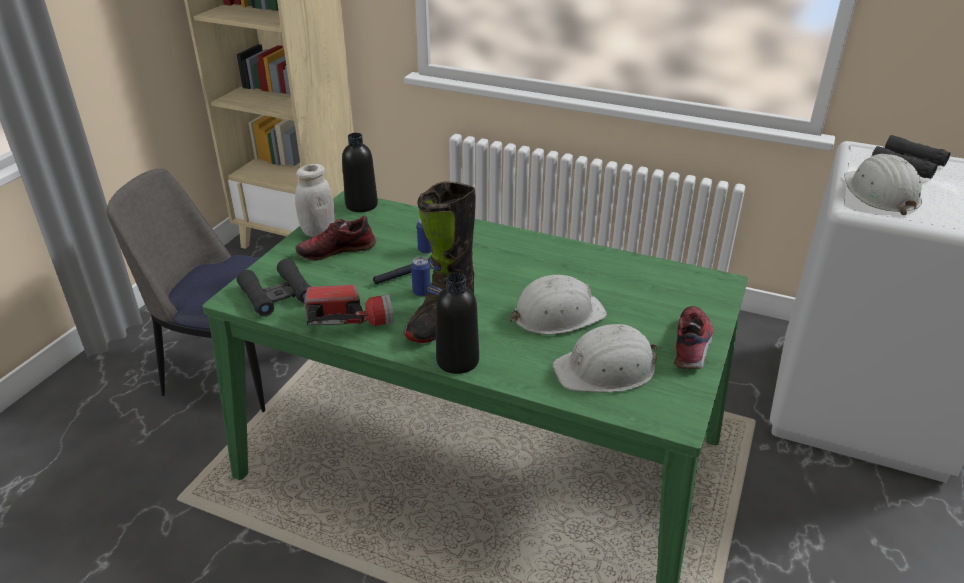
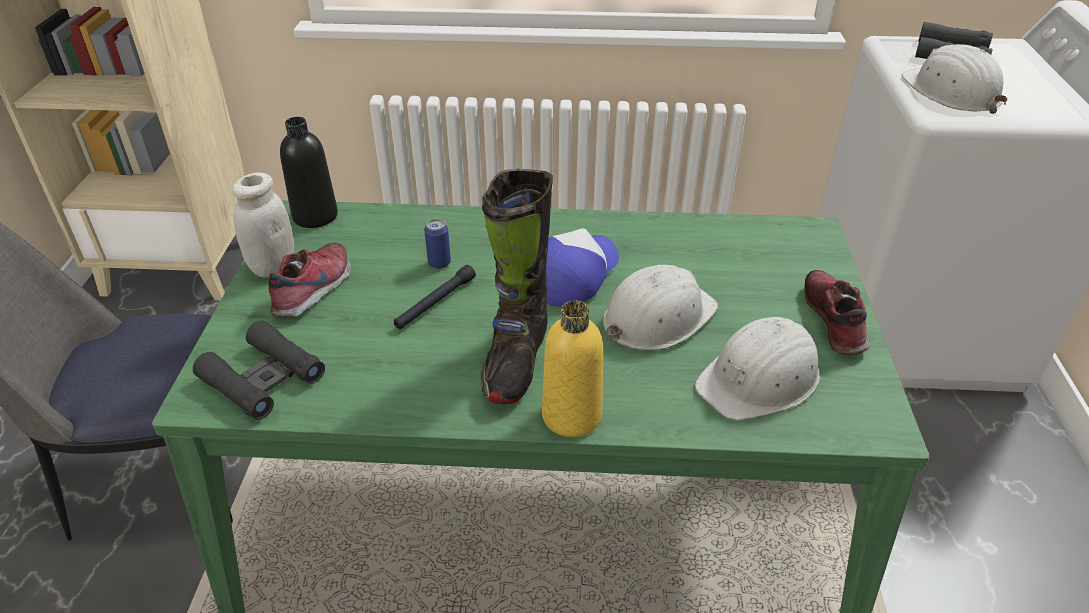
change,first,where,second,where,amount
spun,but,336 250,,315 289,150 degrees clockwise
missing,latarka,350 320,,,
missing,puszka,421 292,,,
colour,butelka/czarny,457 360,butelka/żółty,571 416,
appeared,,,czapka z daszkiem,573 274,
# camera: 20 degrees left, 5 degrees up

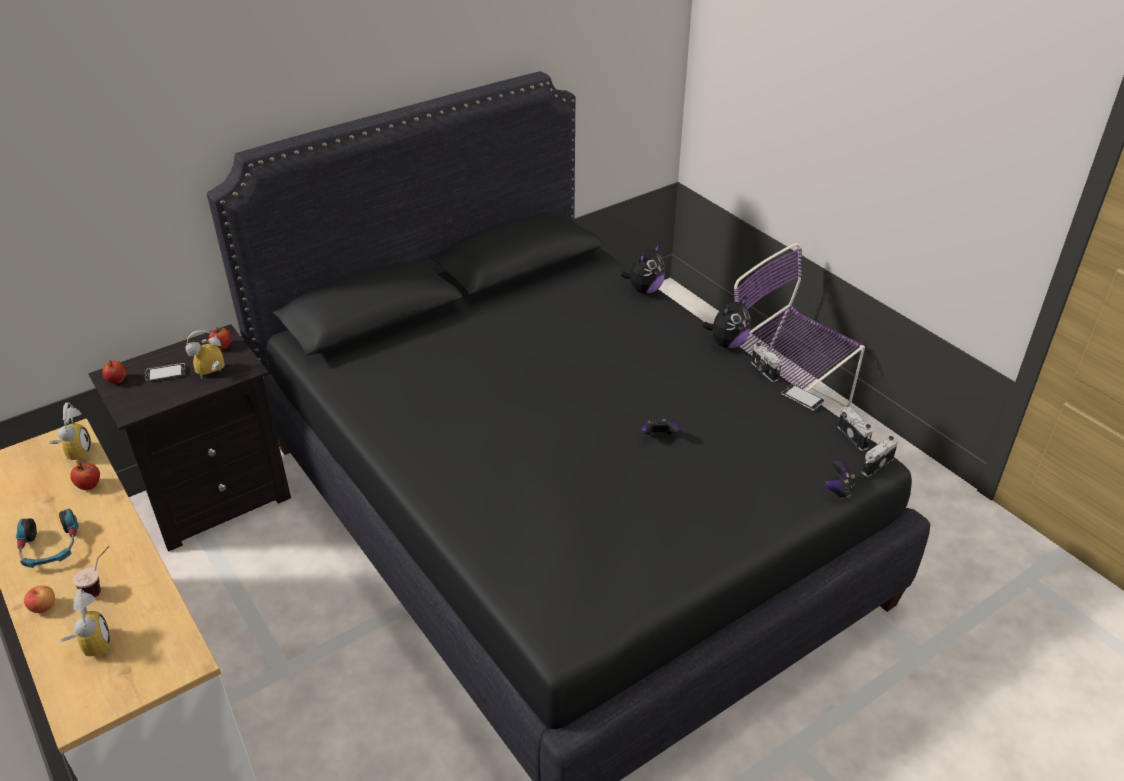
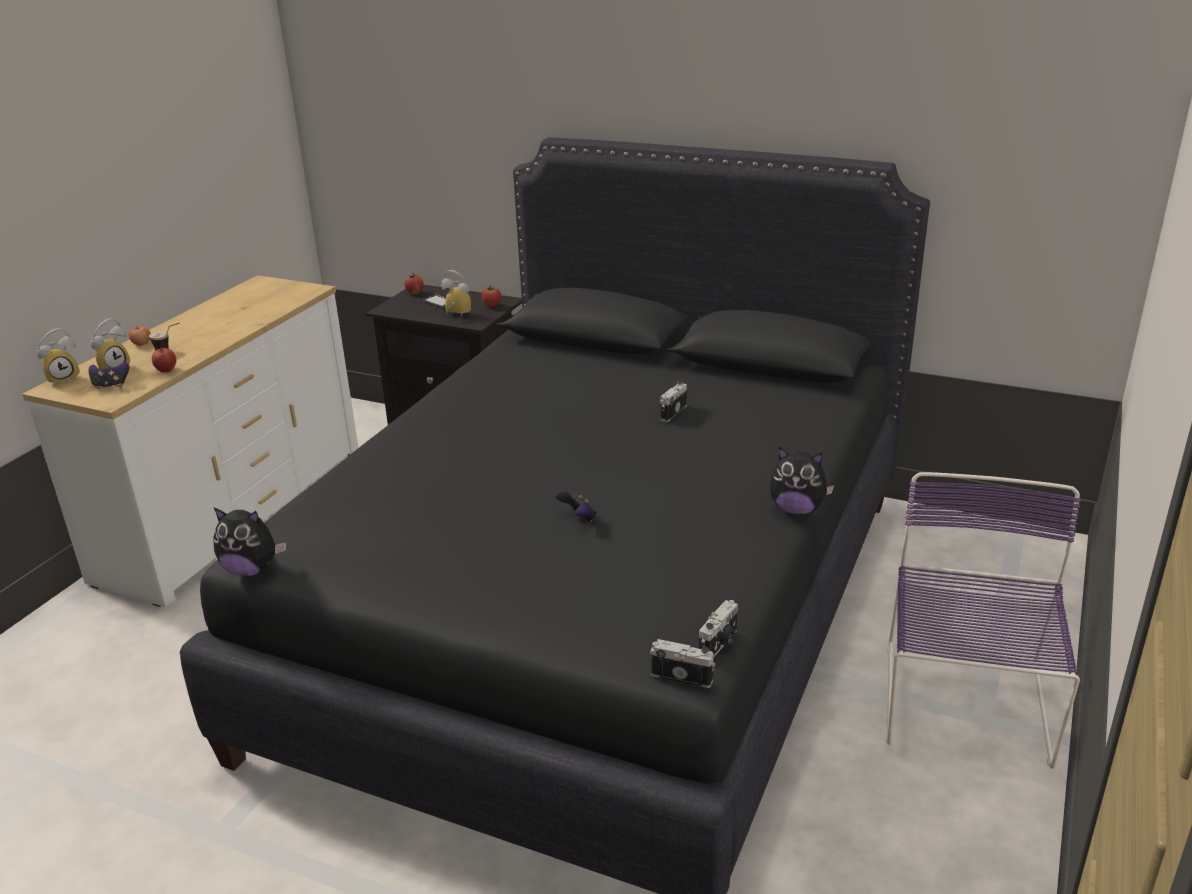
change,first,where,second,where,amount
missing,słuchawki,50 547,,,
relocated,budzik,75 453,,64 378,
relocated,jabłko,89 485,,166 370,
relocated,pluszak,644 290,,252 570,
relocated,aparat fotograficzny,763 371,,672 412,
missing,telefon,802 398,,,
relocated,pad do gier,838 489,,111 386,
# camera: 60 degrees right, 10 degrees down

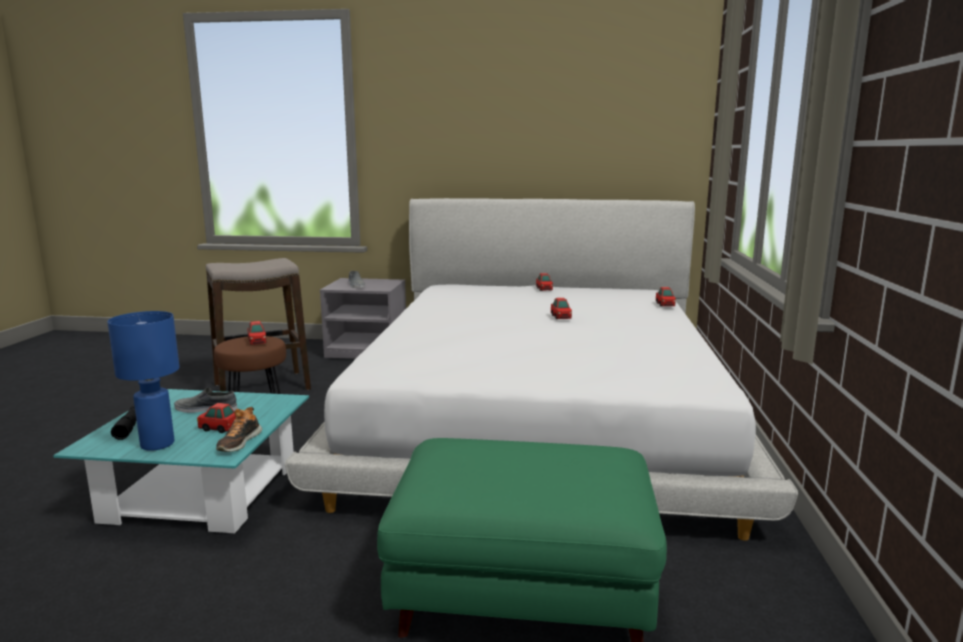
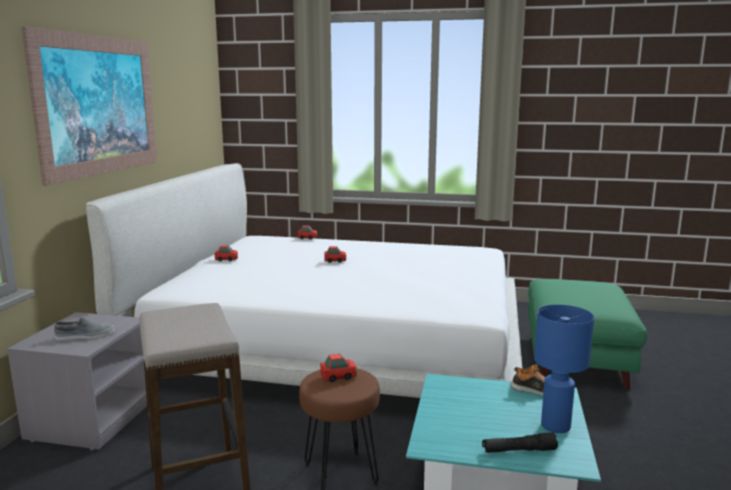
change,first,where,second,where,amount
missing,but/szary,206 409,,,
missing,samochodzik,218 428,,,
appeared,,,obraz,99 105,
# camera: 85 degrees left, 0 degrees up

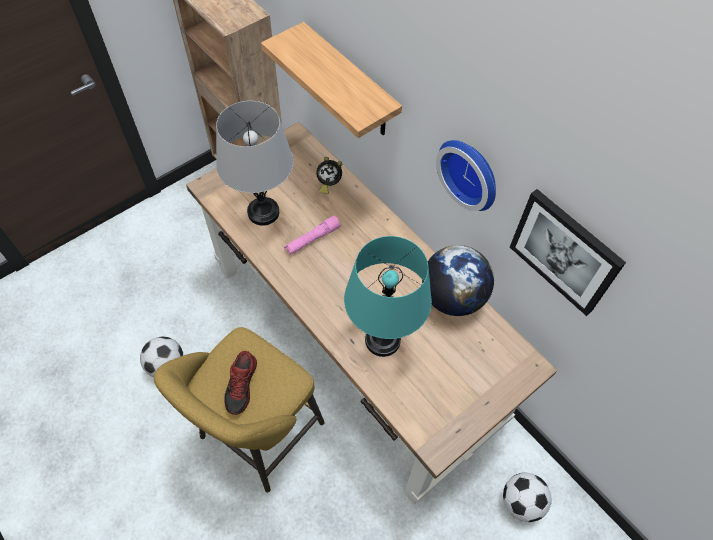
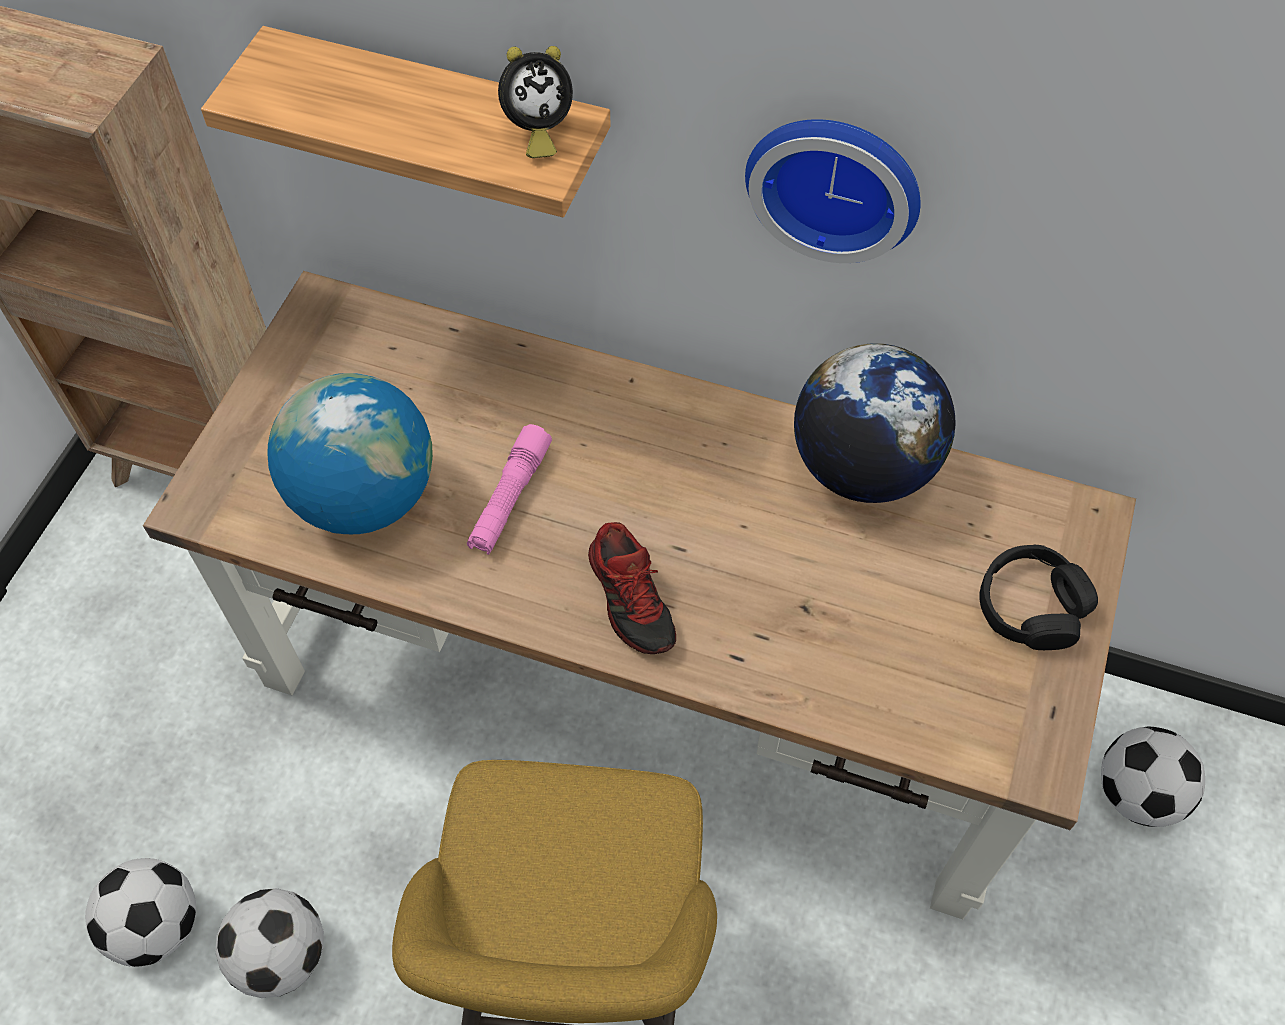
change,first,where,second,where,amount
exchanged,lampa stołowa/szary,263 212,globus,364 496,
relocated,but,242 385,,633 599,
relocated,budzik,328 183,,536 132,
missing,lampa stołowa/turkusowy,382 340,,,
missing,obraz,565 251,,,
appeared,,,piłka futbolowa,157 925,
appeared,,,słuchawki/czarny,1031 607,
# camera: 30 degrees left, 0 degrees up

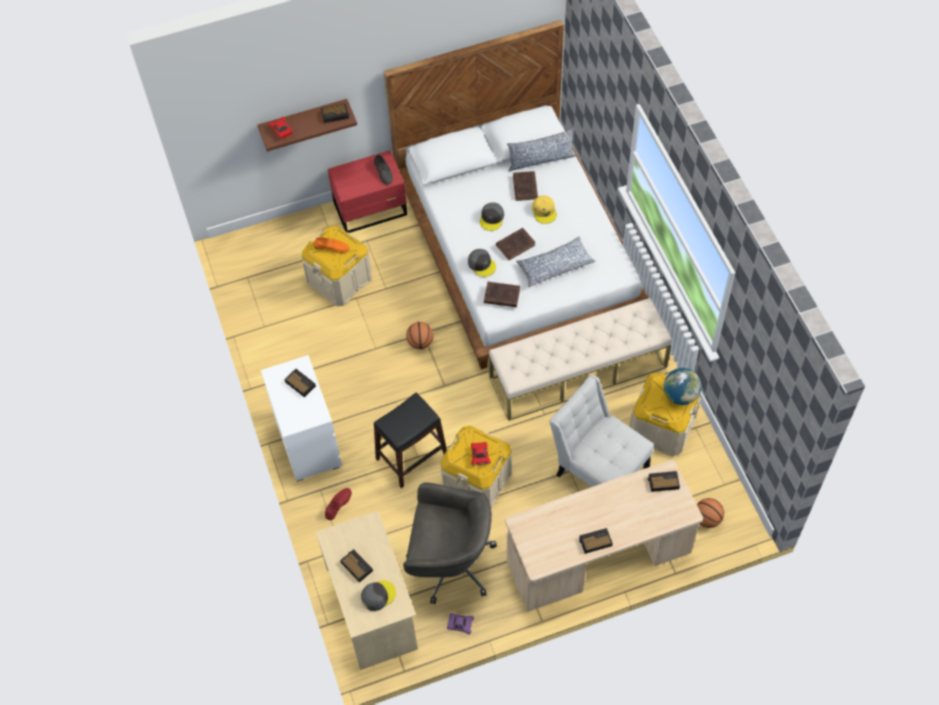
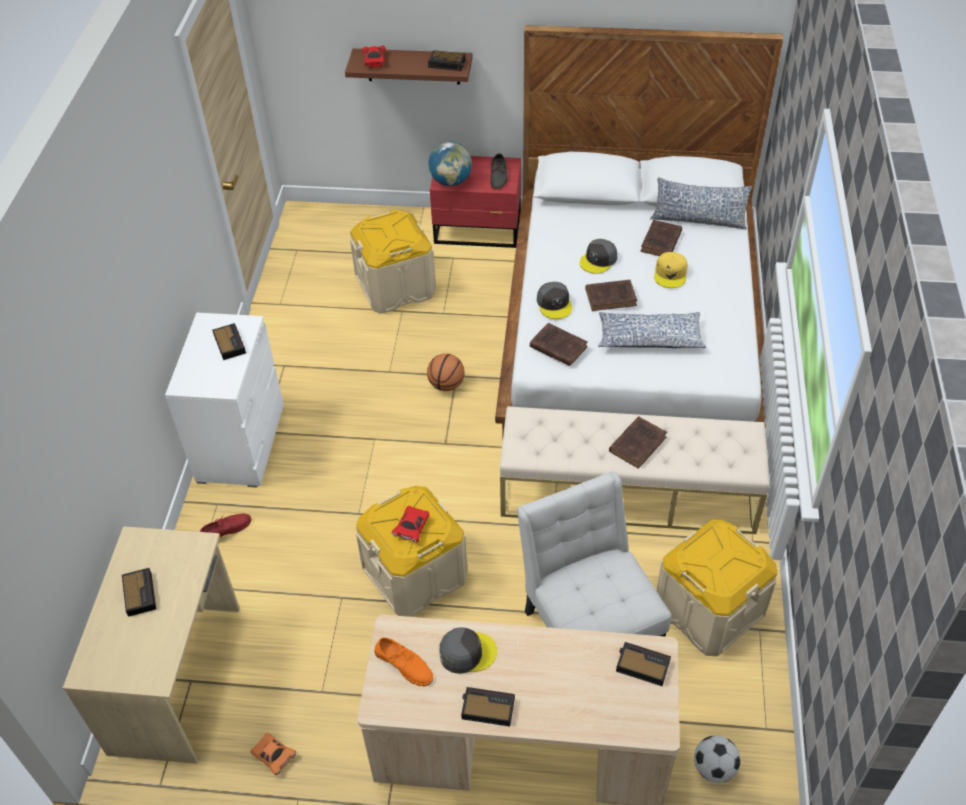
change,first,where,second,where,amount
relocated,but/pomarańczowy,331 247,,404 664,
relocated,czapka z daszkiem/szary,378 595,,467 652,
missing,stołek/czarny,411 456,,,
missing,krzesło biurowe/szary,449 563,,,
colour,samochodzik/fioletowy,460 624,samochodzik/pomarańczowy,274 756,
relocated,globus,680 395,,451 181,
exchanged,piłka do koszykówki,707 519,piłka futbolowa,714 768,
appeared,,,książka/brązowy,638 443,
# camera: 25 degrees right, 10 degrees down

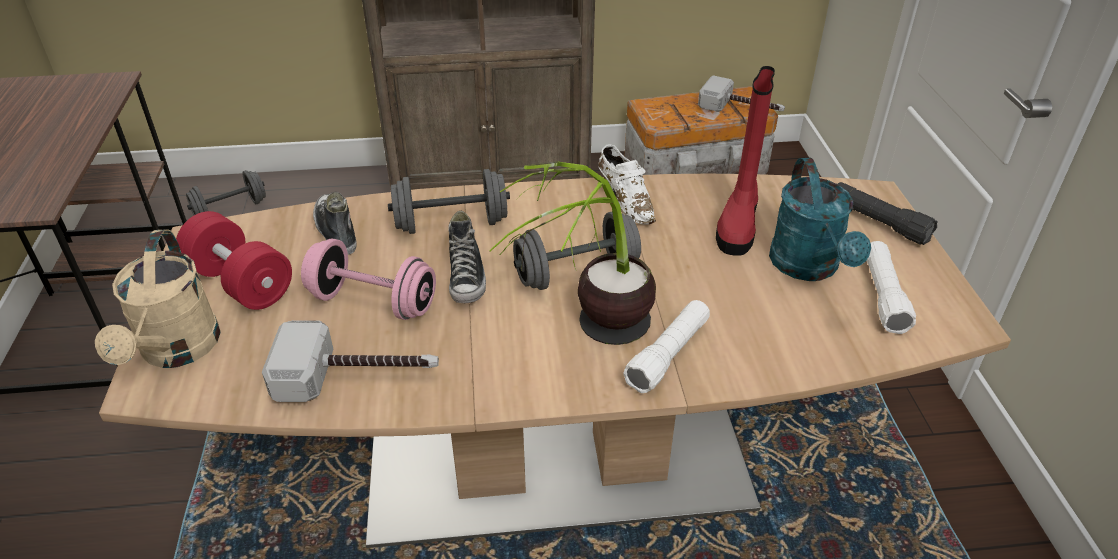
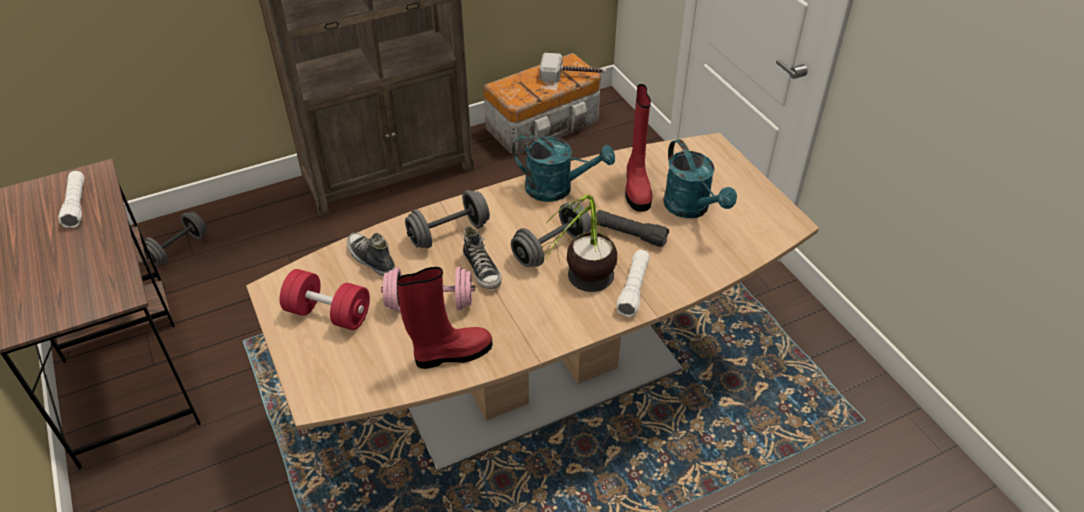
change,first,where,second,where,amount
missing,konewka/beżowy,176 351,,,
exchanged,młotek,358 375,but z cholewką/czerwony,451 354,
exchanged,but/biały,625 202,konewka/turkusowy,557 188,
relocated,latarka/czarny,878 222,,630 234,
relocated,latarka/biały,883 296,,76 205,
# camera: 20 degrees left, 5 degrees up

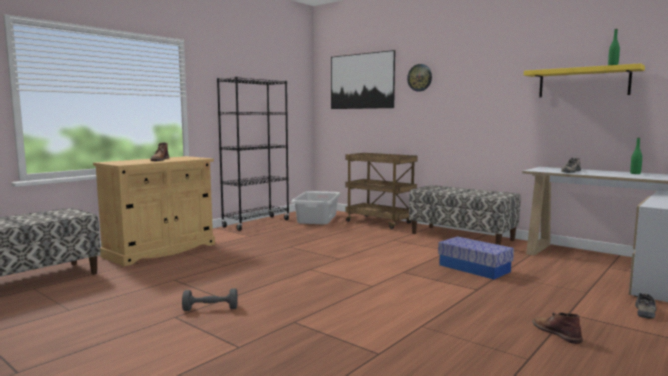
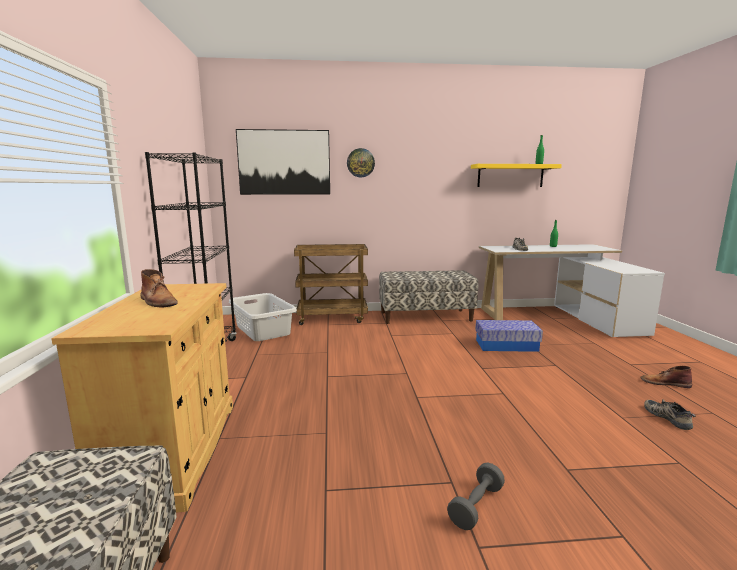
change,first,where,second,where,amount
relocated,but,646 311,,668 417,
# camera: 45 degrees left, 5 degrees up

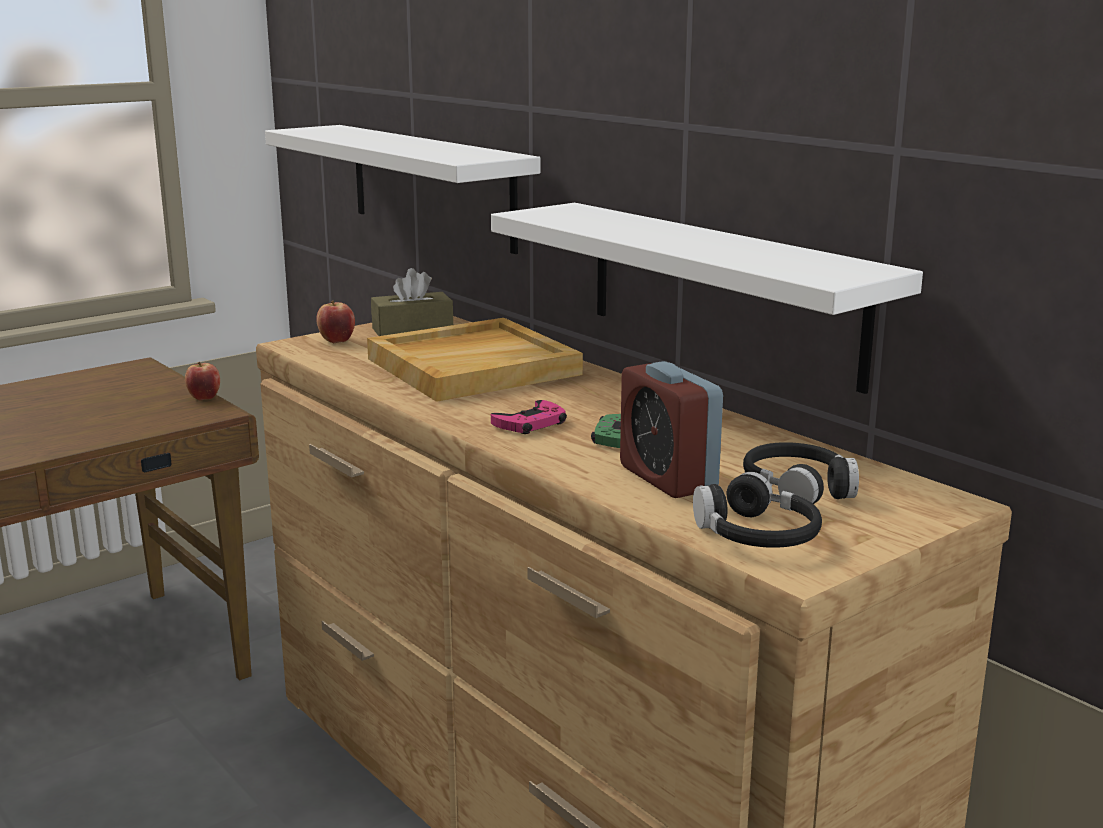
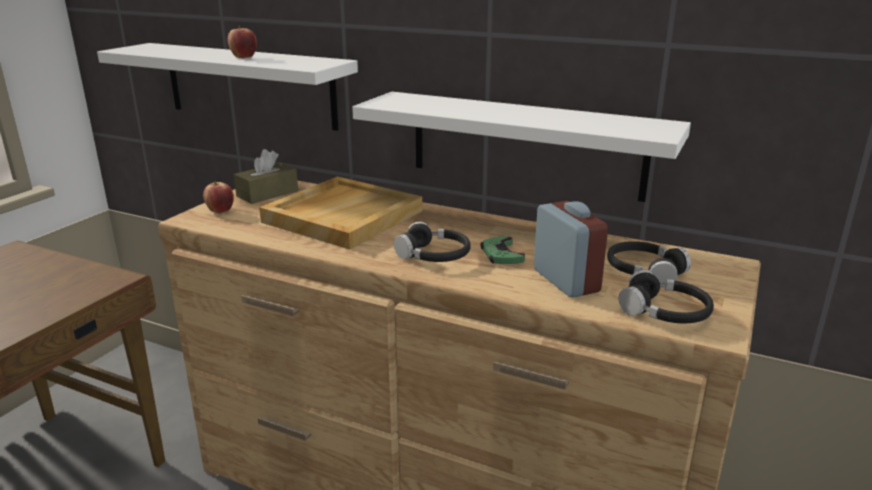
change,first,where,second,where,amount
relocated,jabłko,205 398,,244 57,
exchanged,pad do gier/różowy,531 424,słuchawki/czarny,434 255,
spun,budzik,667 478,,565 281,150 degrees counterclockwise
# camera: 25 degrees left, 5 degrees up

